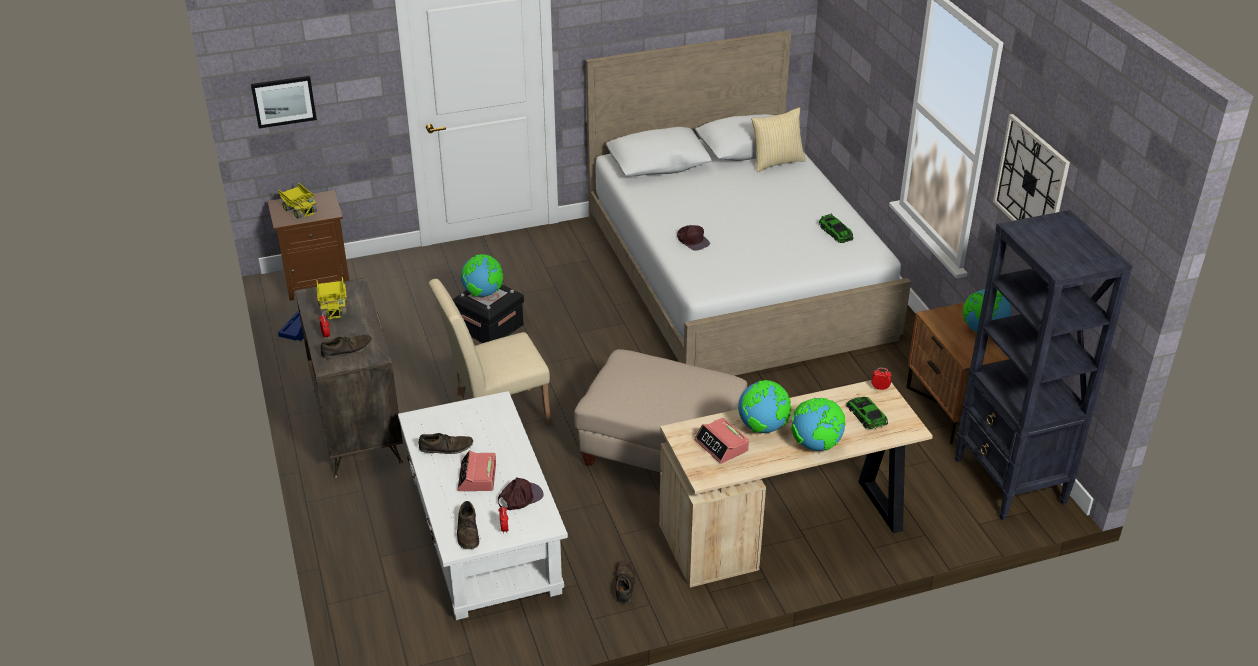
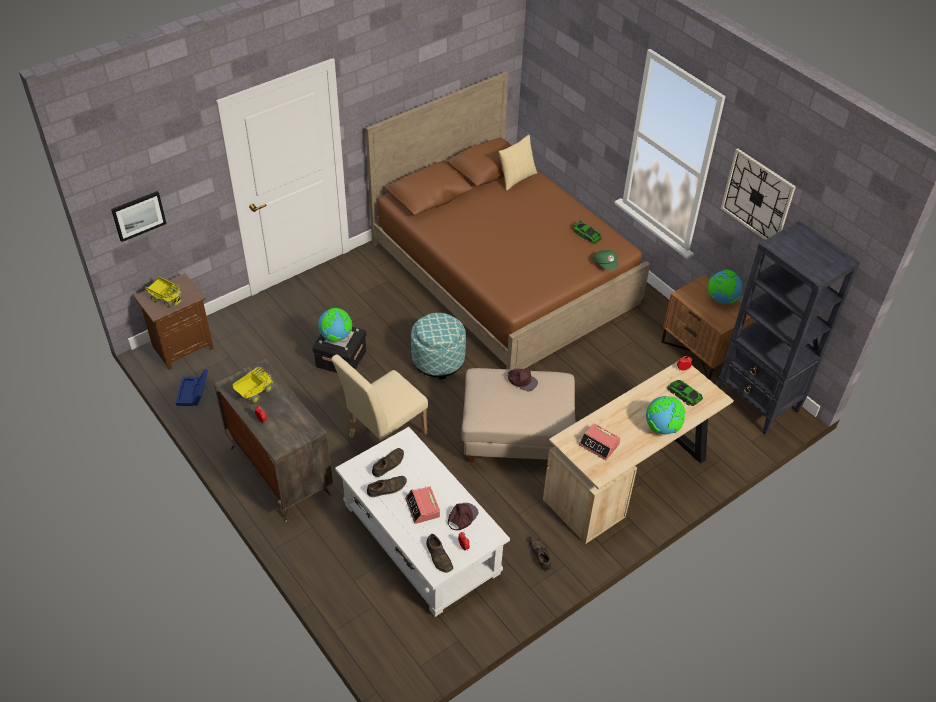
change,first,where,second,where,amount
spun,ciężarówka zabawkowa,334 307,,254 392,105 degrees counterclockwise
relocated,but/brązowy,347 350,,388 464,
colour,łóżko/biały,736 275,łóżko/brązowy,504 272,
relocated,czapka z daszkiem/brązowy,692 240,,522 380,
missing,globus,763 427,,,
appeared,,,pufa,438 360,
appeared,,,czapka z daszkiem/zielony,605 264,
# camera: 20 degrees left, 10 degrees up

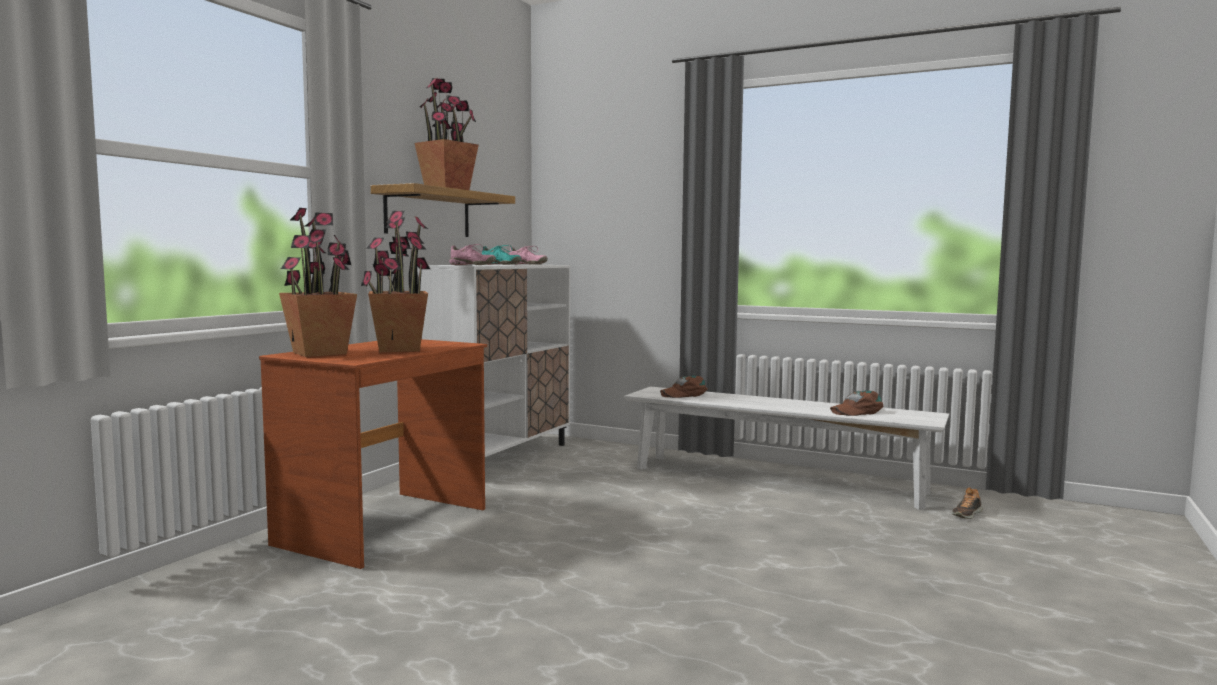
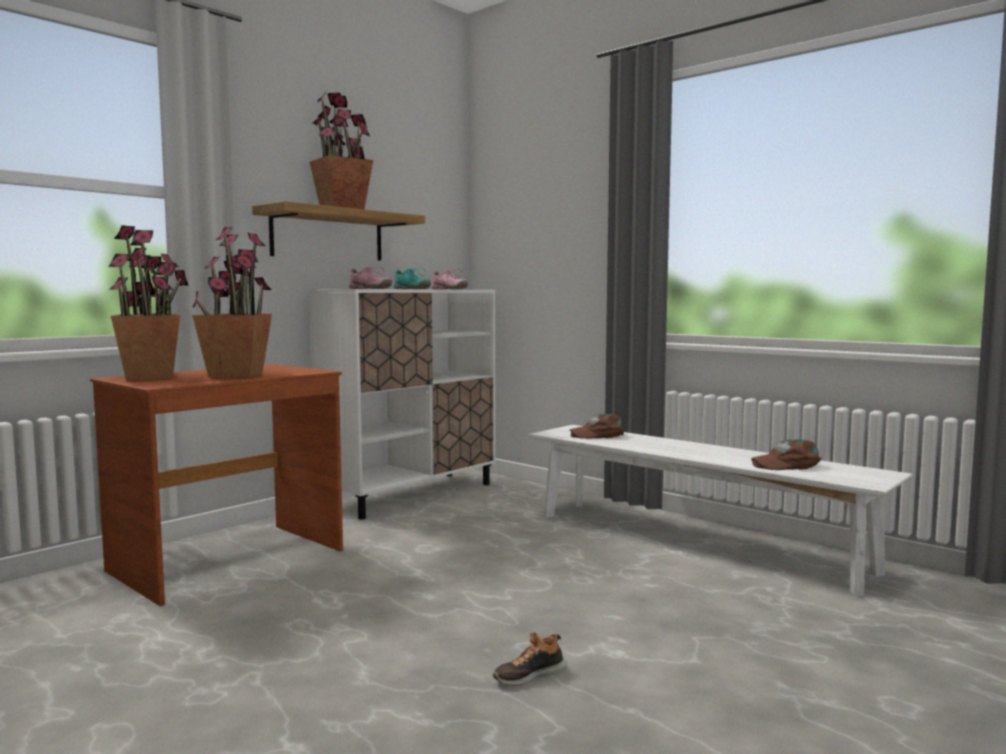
change,first,where,second,where,amount
relocated,but,966 514,,529 674,
# camera: 15 degrees right, 0 degrees up

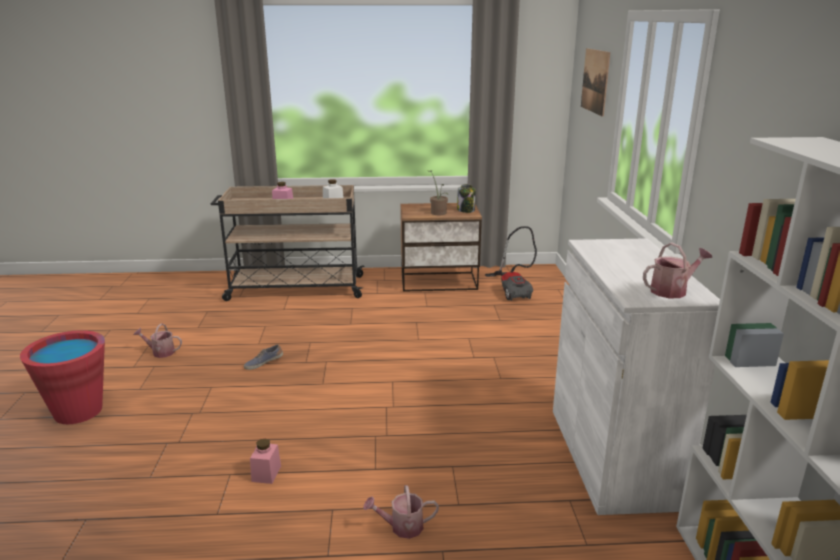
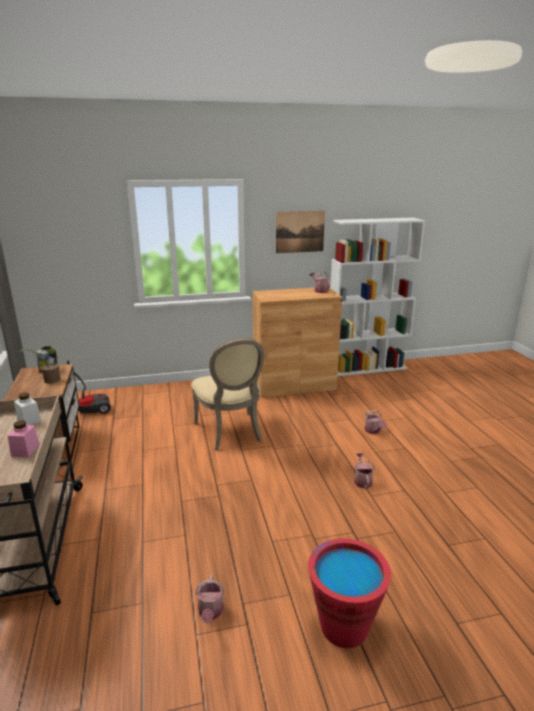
change,first,where,second,where,amount
missing,but,263 363,,,
exchanged,słoik/różowy,266 474,konewka,362 480,
colour,szafka/biały,612 456,szafka/brązowy,294 385,
relocated,obraz,595 81,,300 231,
appeared,,,krzesło/beżowy,231 432,
# camera: 100 degrees left, 0 degrees up

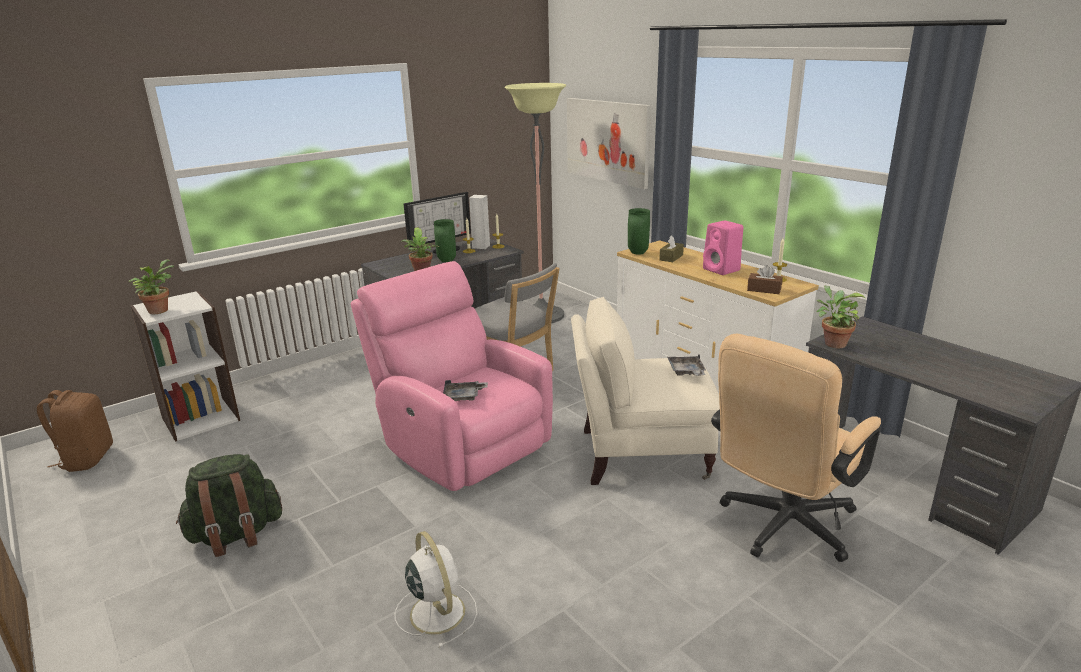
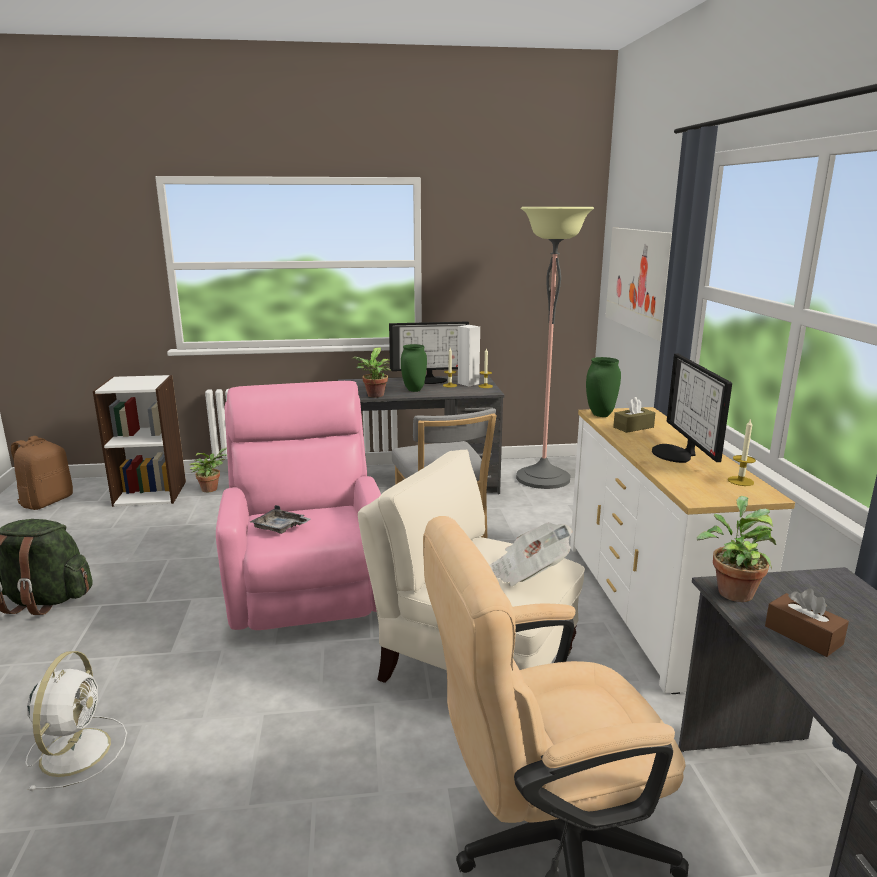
change,first,where,second,where,amount
relocated,roślina doniczkowa,159 310,,211 488,
exchanged,taca/szary,686 372,gazeta,528 572,
exchanged,głośnik/różowy,722 270,monitor,677 454,
relocated,pudełko chusteczek/brązowy,764 290,,803 635,
# camera: 30 degrees right, 5 degrees down

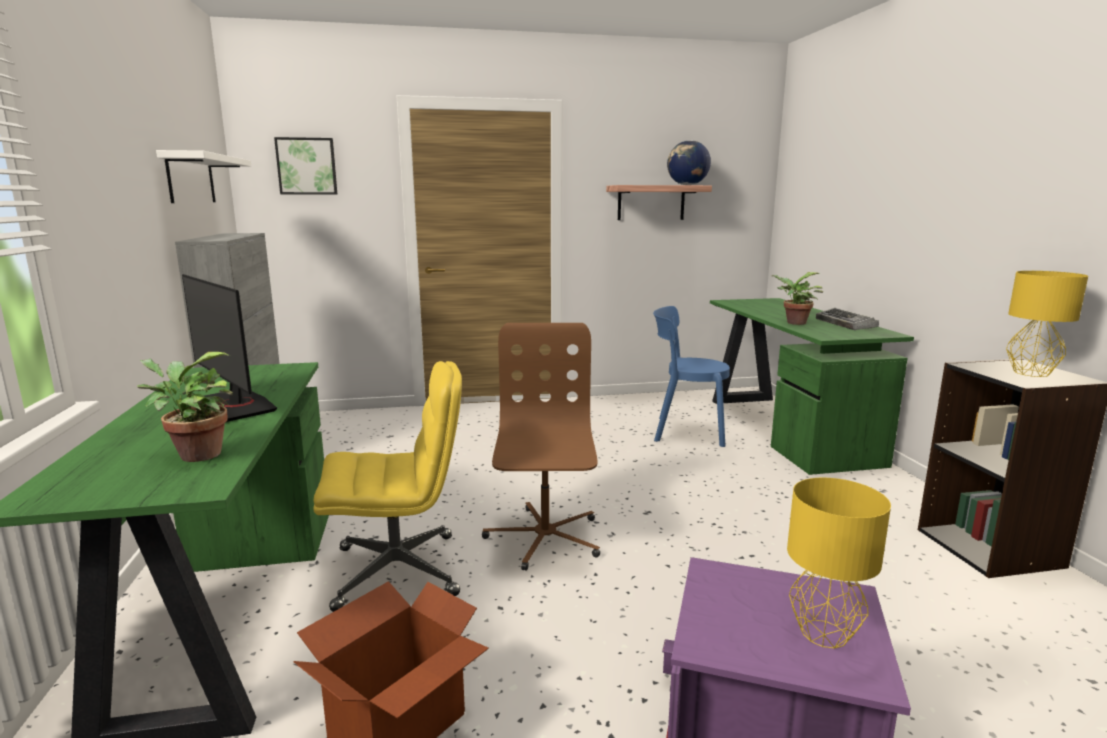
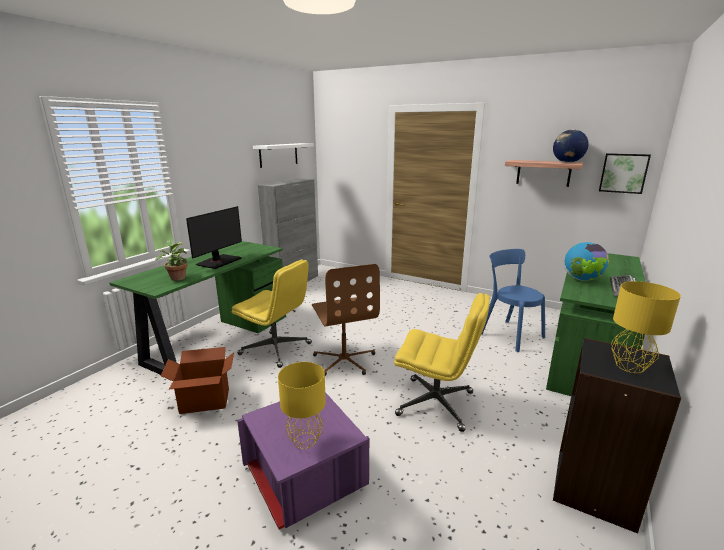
change,first,where,second,where,amount
spun,monitor,229 407,,218 261,150 degrees counterclockwise
relocated,obraz,307 166,,623 173,
spun,krzesło biurowe/brązowy,544 538,,344 360,120 degrees clockwise
exchanged,roślina doniczkowa,793 323,globus,582 279,
appeared,,,krzesło biurowe/żółty,436 403,
# camera: 40 degrees right, 5 degrees up

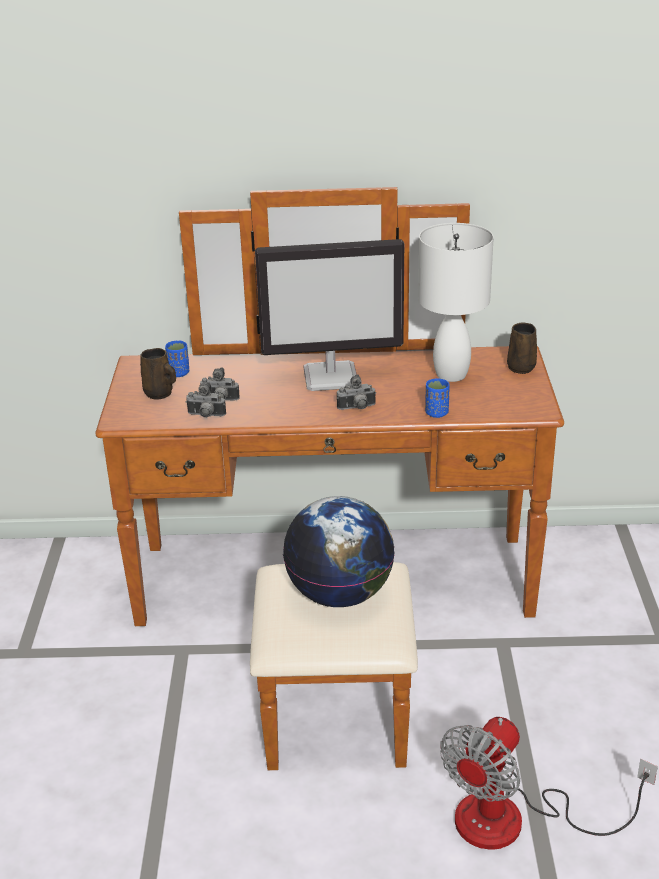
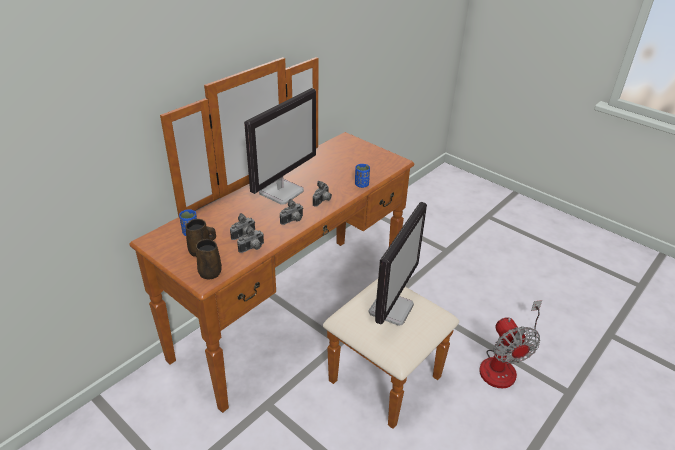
change,first,where,second,where,amount
exchanged,globus,340 594,monitor,391 308,
missing,lampa stołowa/biały,451 375,,,
relocated,kubek/brązowy,521 367,,209 272,
appeared,,,aparat fotograficzny,293 221,
# camera: 50 degrees left, 5 degrees up

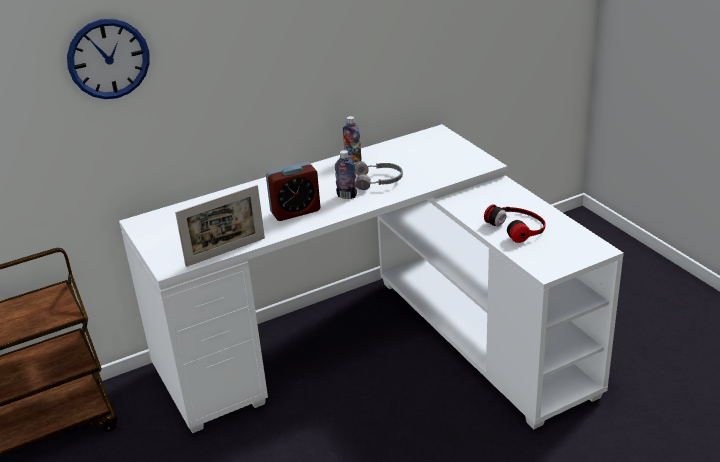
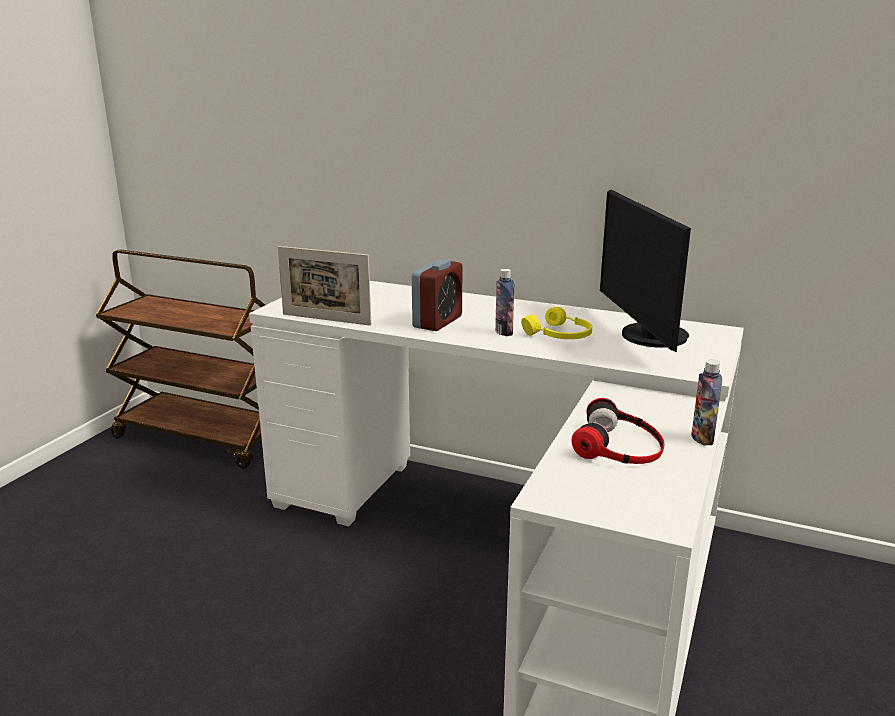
change,first,where,second,where,amount
missing,zegar ścienny,108 59,,,
spun,budzik,295 211,,437 322,90 degrees counterclockwise
relocated,butelka,353 159,,702 438,
colour,słuchawki/szary,378 181,słuchawki/żółty,559 336,
appeared,,,monitor,647 336,
# camera: 50 degrees right, 10 degrees down

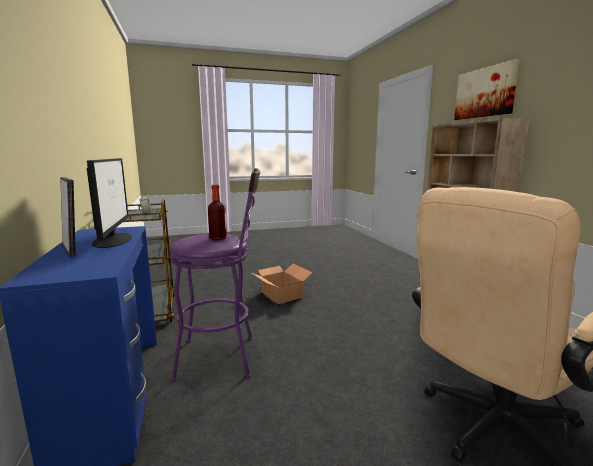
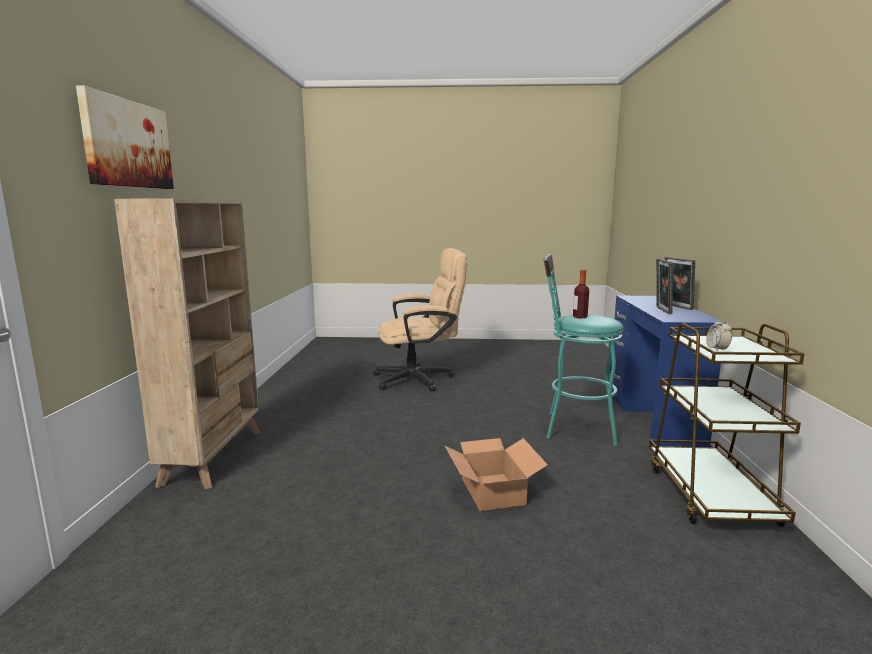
change,first,where,second,where,amount
exchanged,monitor,113 240,ramka na zdjęcie,661 310,
colour,stołek/fioletowy,224 356,stołek/turkusowy,573 428,
# camera: 160 degrees left, 0 degrees up

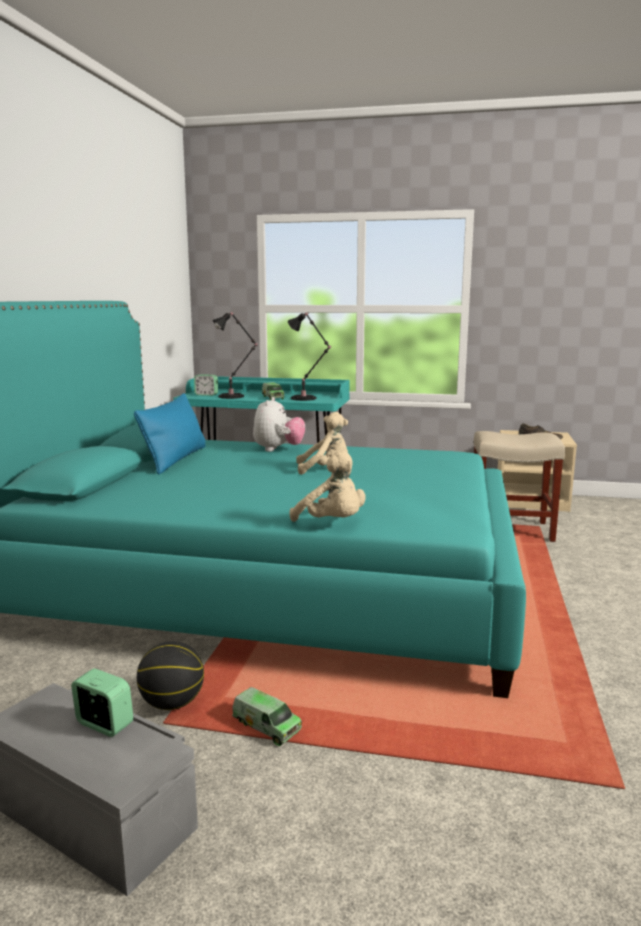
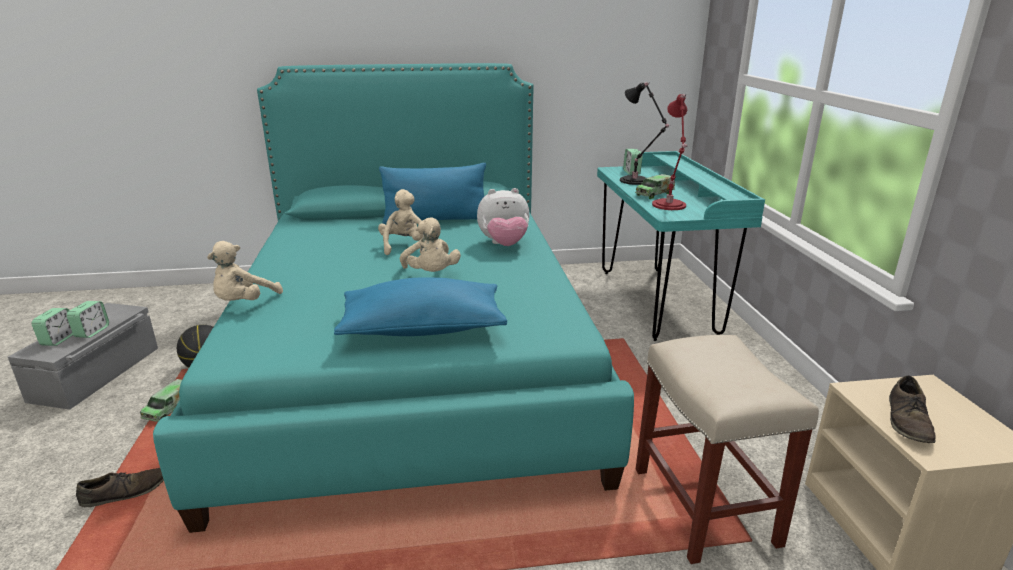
change,first,where,second,where,amount
colour,lampa stołowa/czarny,305 398,lampa stołowa/czerwony,669 206,
appeared,,,budzik,58 339,
appeared,,,but/brązowy,125 492,
appeared,,,poduszka/niebieski,423 329,
appeared,,,pluszak/beżowy,404 247,
# camera: 70 degrees right, 10 degrees up

